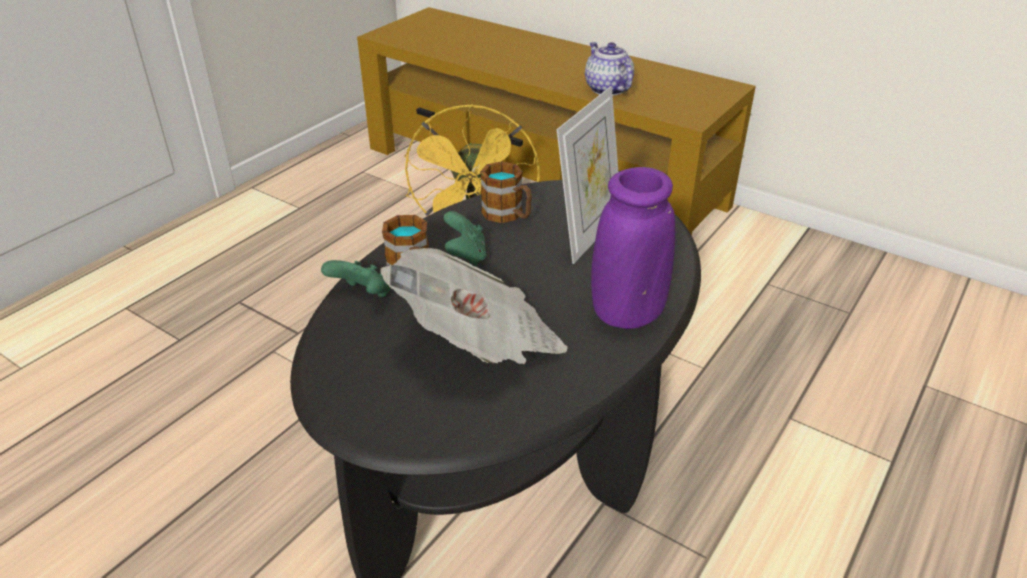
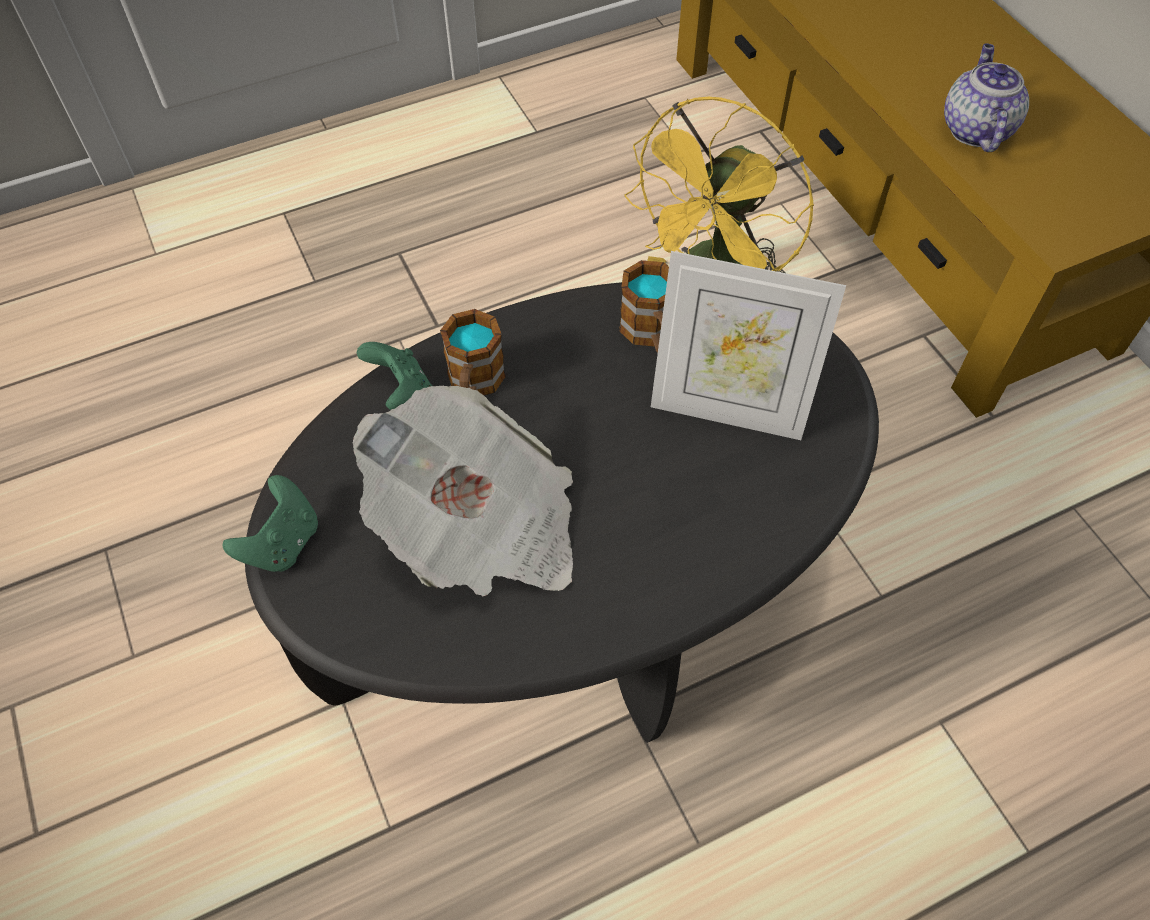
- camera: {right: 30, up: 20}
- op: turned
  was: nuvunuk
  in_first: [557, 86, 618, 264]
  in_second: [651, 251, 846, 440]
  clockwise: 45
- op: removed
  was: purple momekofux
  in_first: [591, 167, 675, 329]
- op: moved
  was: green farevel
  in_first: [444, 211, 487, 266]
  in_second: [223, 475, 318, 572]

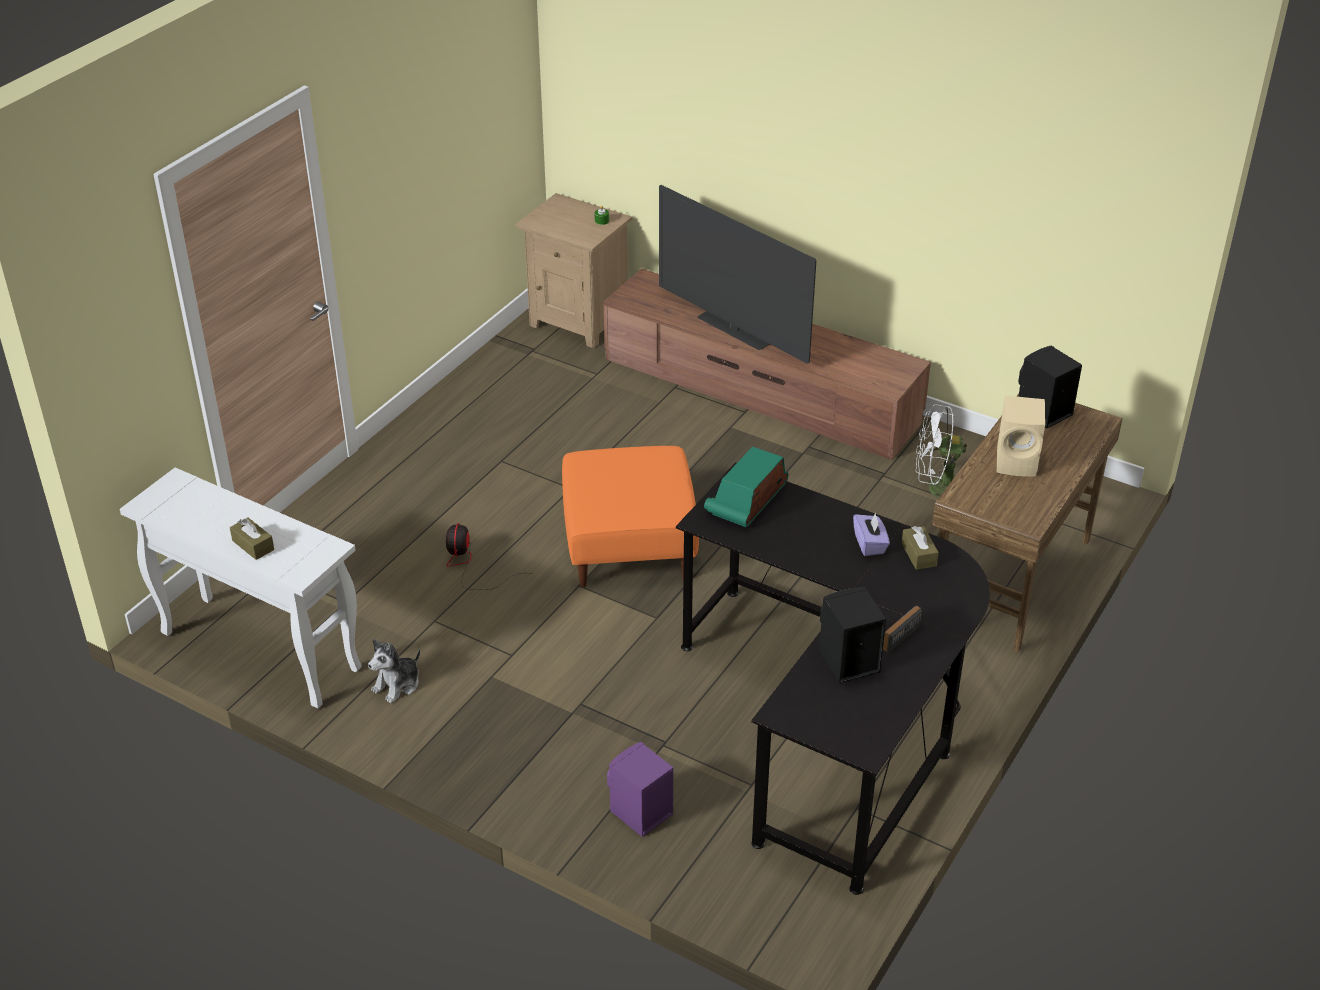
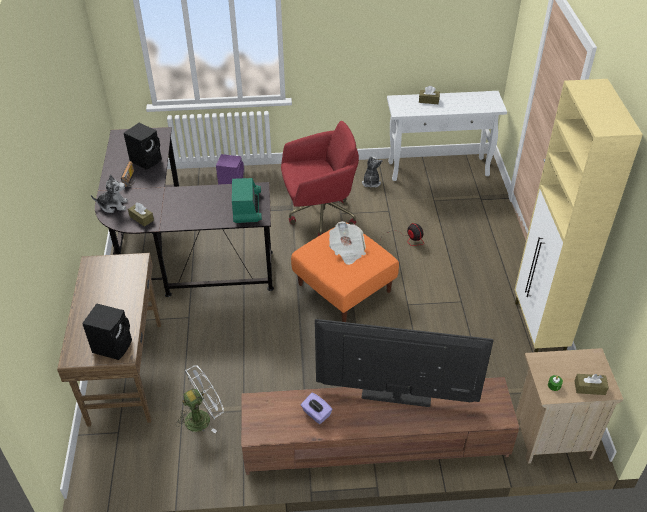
- camera: {right: 145, up: 5}
- op: removed
  was: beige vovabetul
  in_first: [997, 396, 1045, 477]
- op: moved
  was: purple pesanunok
  in_first: [853, 512, 890, 556]
  in_second: [301, 393, 332, 424]
- op: added
  now: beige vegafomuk
  in_second: [514, 79, 643, 352]
- op: added
  now: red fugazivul
  in_second: [281, 121, 359, 236]
- op: added
  now: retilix
  in_second: [91, 175, 128, 213]
- op: added
  now: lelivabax
  in_second: [329, 221, 366, 265]
- op: added
  now: brown pesanunok
  in_second: [574, 374, 609, 395]

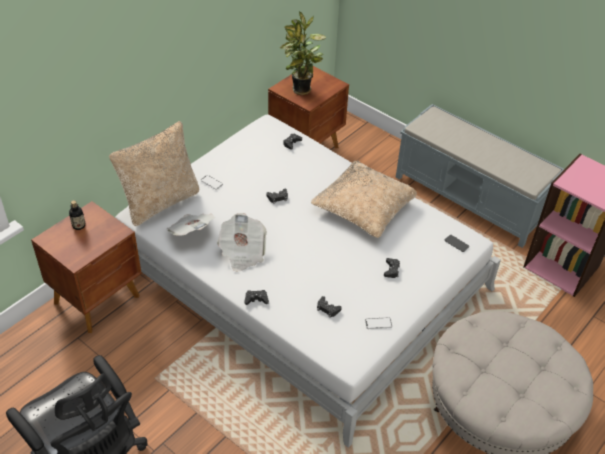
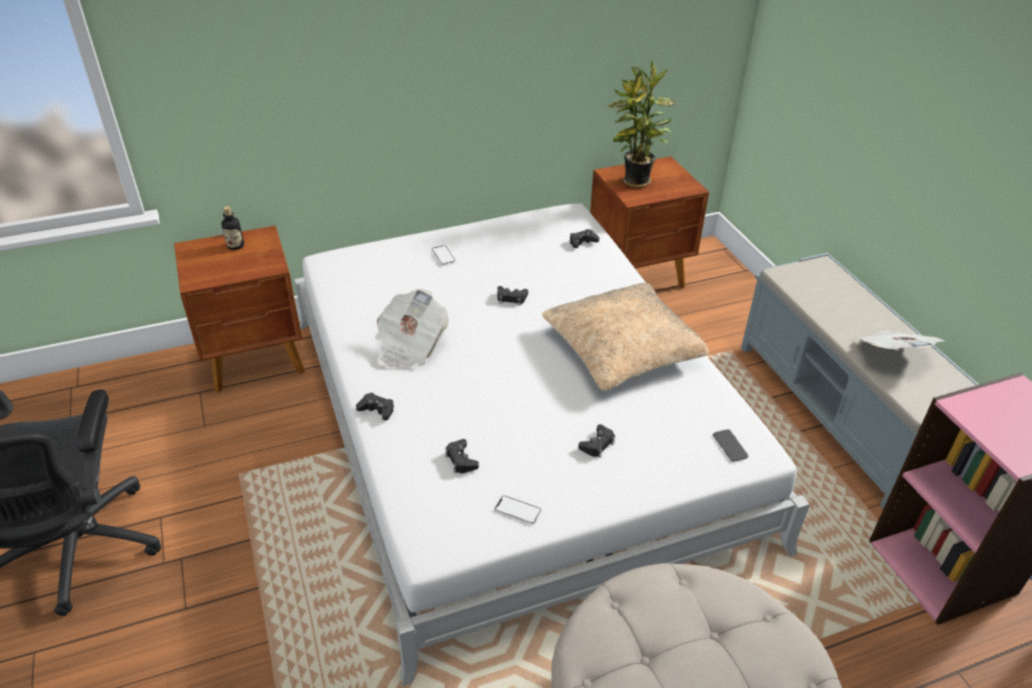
- camera: {right: 30, up: -5}
- op: removed
  was: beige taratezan
  in_first: [109, 121, 199, 226]
- op: moved
  was: lelivabax
  in_first: [167, 214, 215, 236]
  in_second: [858, 330, 945, 349]

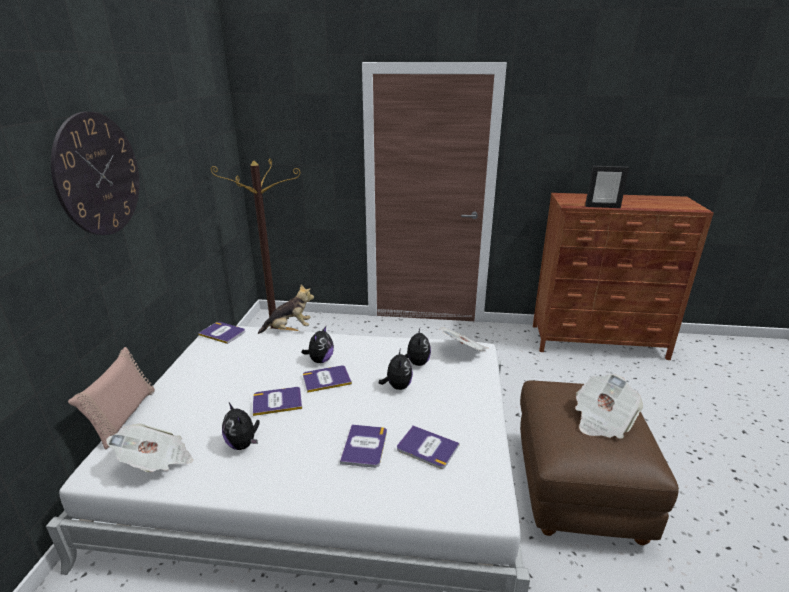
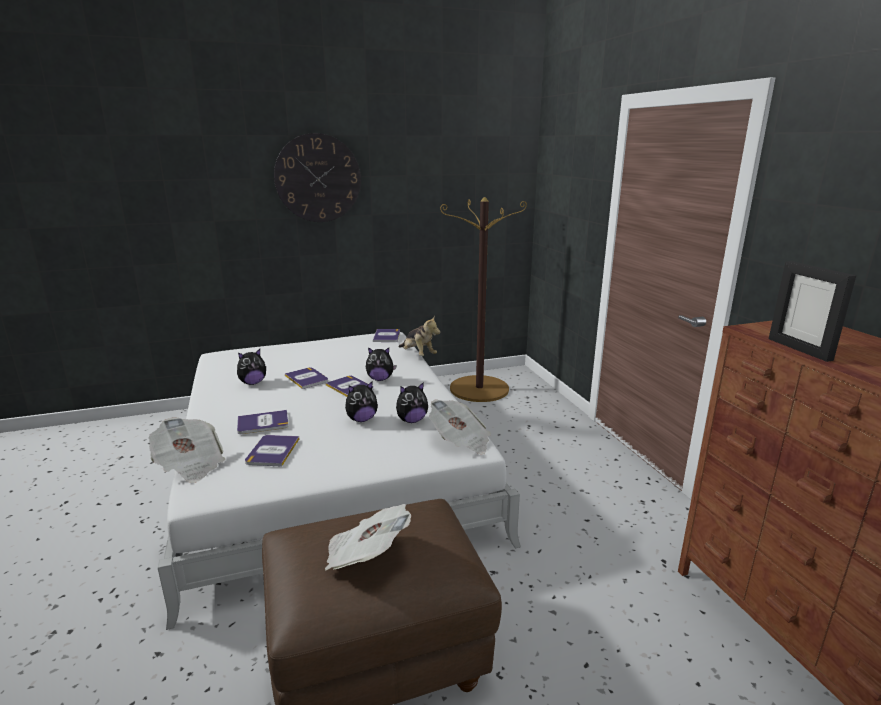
- camera: {right: 65, up: -5}
- op: removed
  was: beige taratezan
  in_first: [68, 347, 155, 449]
- op: turned
  was: retilix
  in_first: [222, 403, 260, 450]
  in_second: [237, 349, 266, 385]
  clockwise: -150
- op: moved
  was: lelivabax
  in_first: [106, 424, 194, 472]
  in_second: [148, 417, 226, 483]

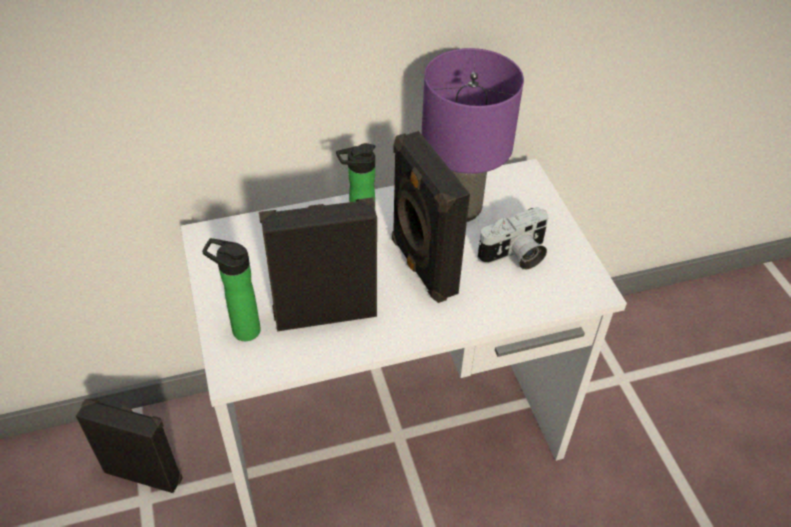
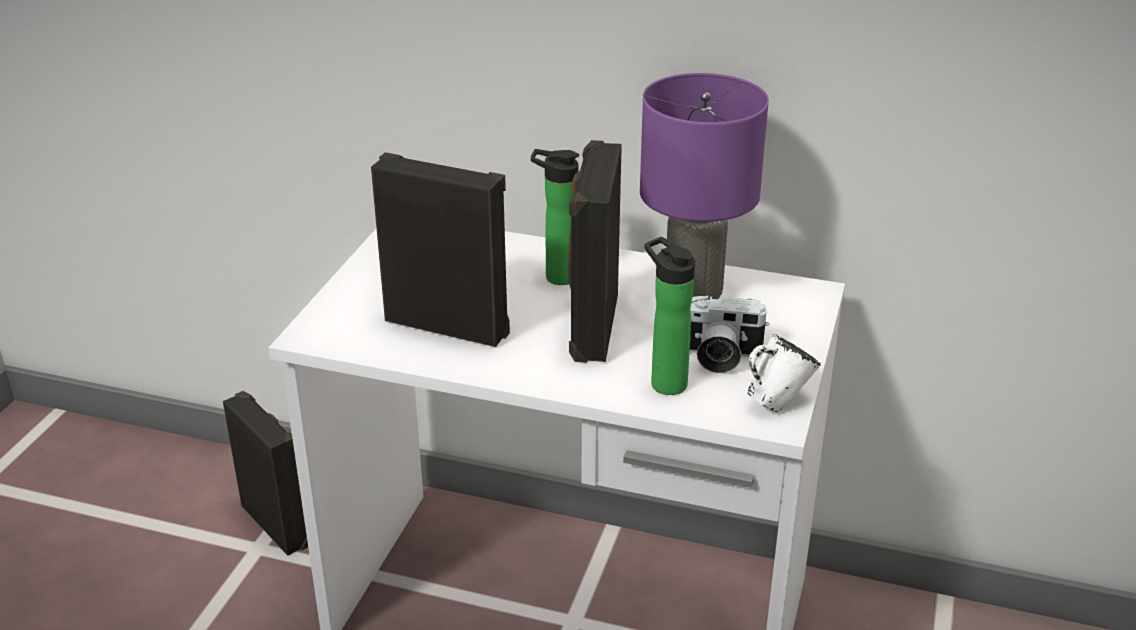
- camera: {right: 35, up: -15}
- op: moved
  was: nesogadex
  in_first: [202, 238, 261, 341]
  in_second: [644, 237, 695, 395]
- op: added
  now: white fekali
  in_second: [747, 334, 821, 413]

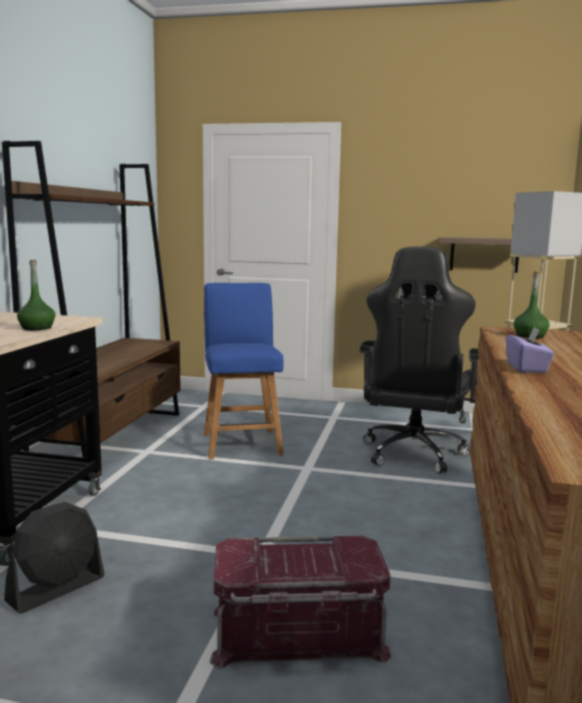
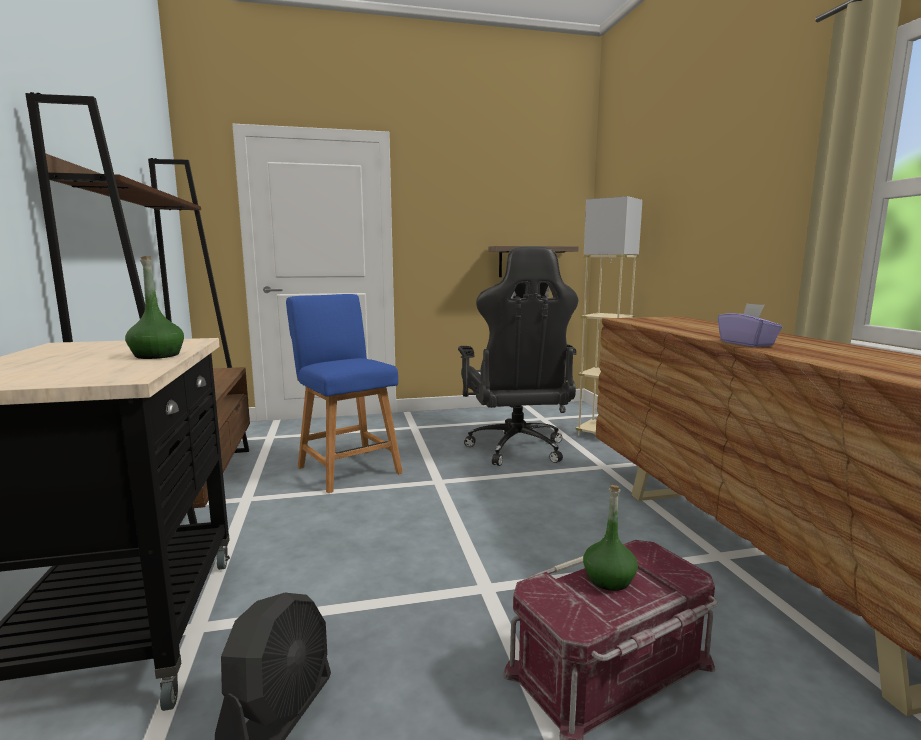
- camera: {right: -25, up: 0}
- op: moved
  was: green nesogadex
  in_first: [514, 272, 550, 338]
  in_second: [583, 485, 638, 591]

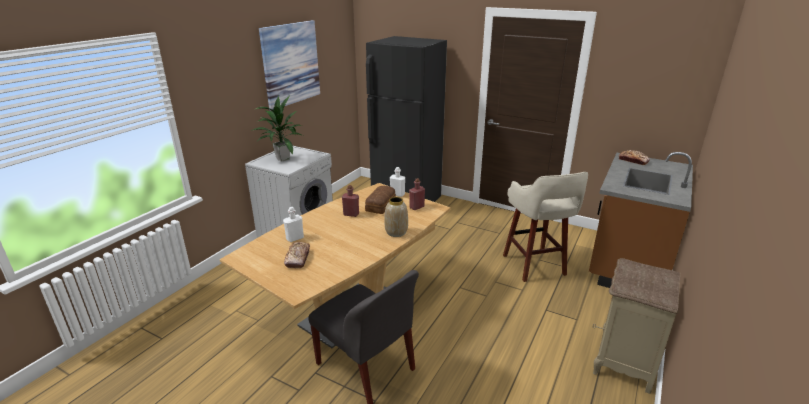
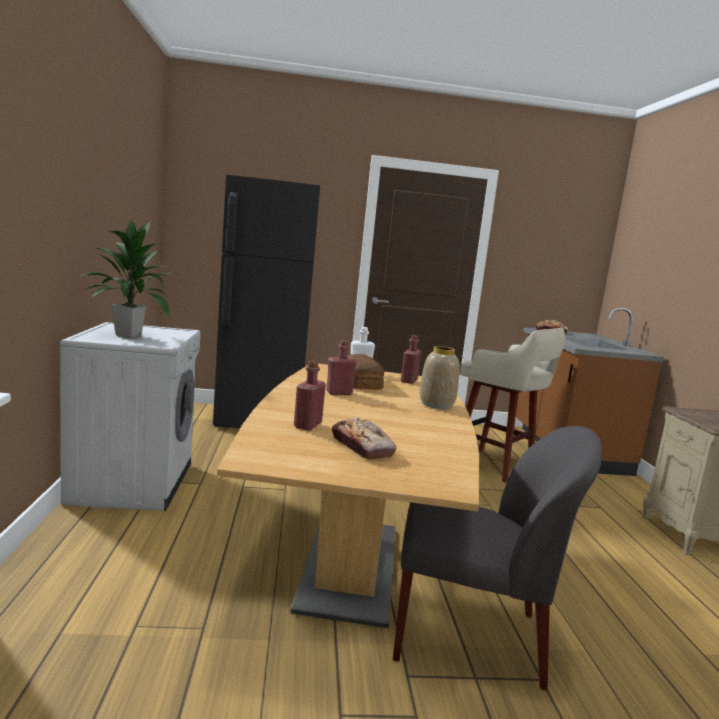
- camera: {right: -35, up: -15}
- op: removed
  was: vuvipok
  in_first: [259, 20, 320, 111]
- op: recoloured
  was: white nesogadex
  now: red nesogadex
  in_first: [283, 207, 304, 242]
  in_second: [294, 361, 326, 431]

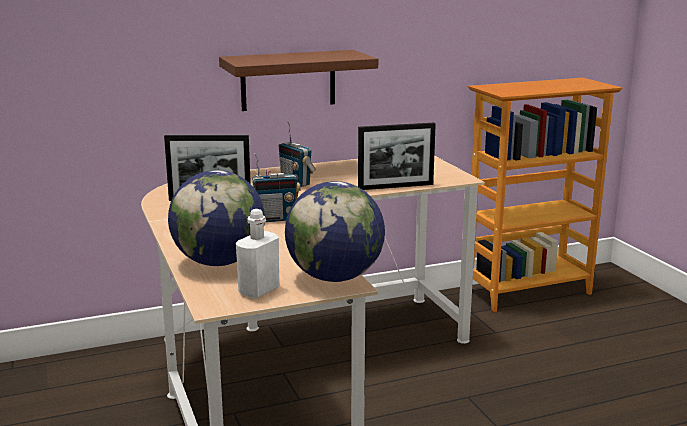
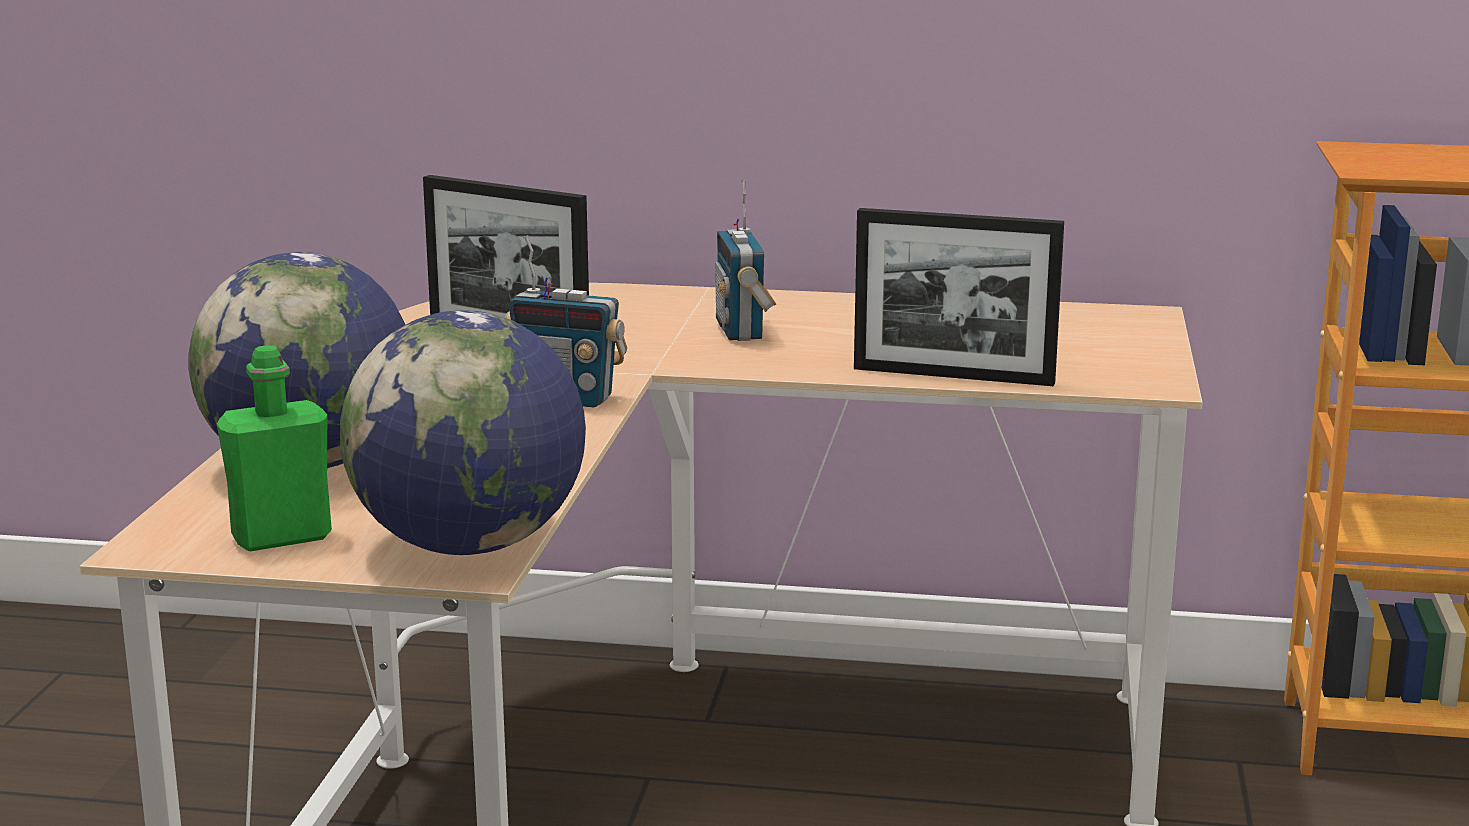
- camera: {right: 30, up: 0}
- op: removed
  was: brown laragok
  in_first: [219, 50, 378, 111]
- op: recoloured
  was: white nesogadex
  now: green nesogadex
  in_first: [236, 209, 280, 299]
  in_second: [217, 345, 332, 551]

